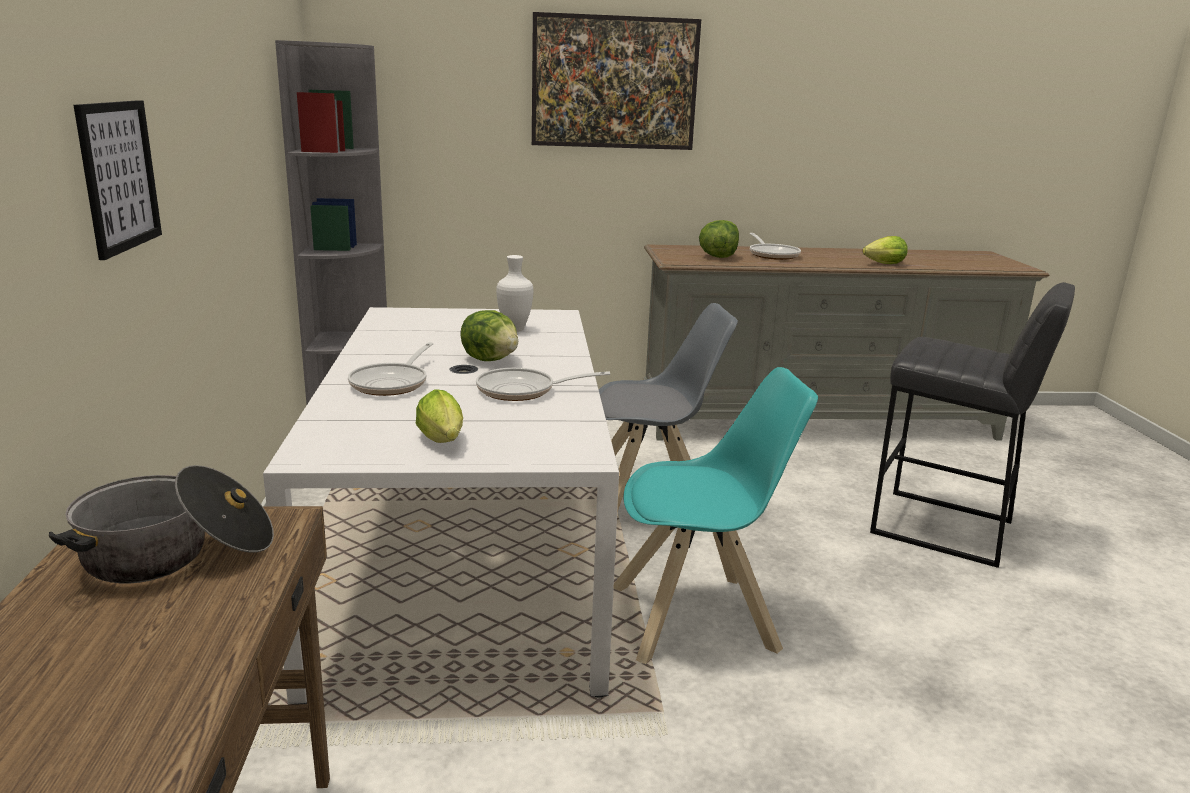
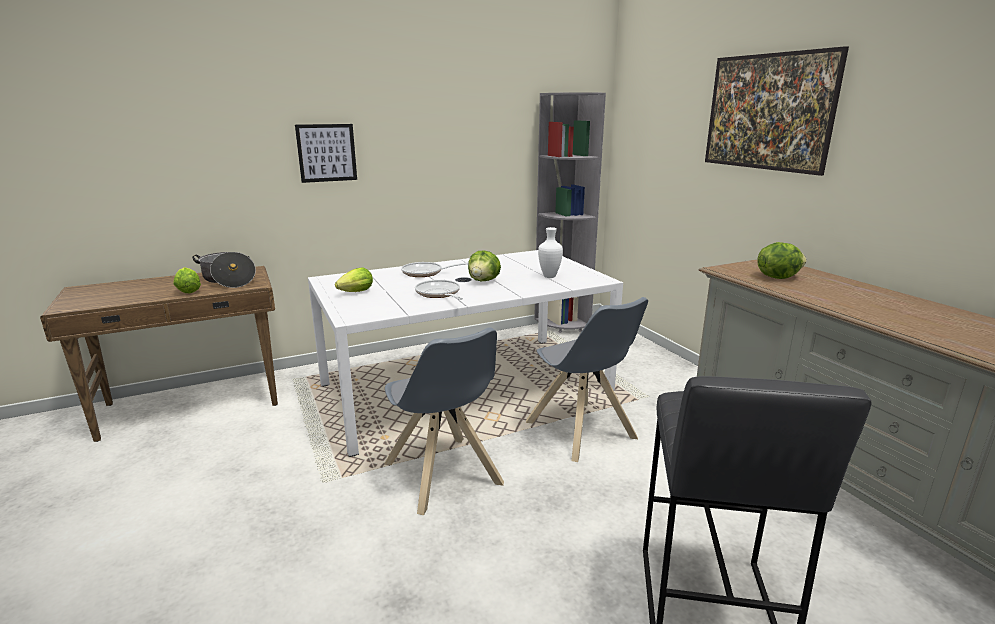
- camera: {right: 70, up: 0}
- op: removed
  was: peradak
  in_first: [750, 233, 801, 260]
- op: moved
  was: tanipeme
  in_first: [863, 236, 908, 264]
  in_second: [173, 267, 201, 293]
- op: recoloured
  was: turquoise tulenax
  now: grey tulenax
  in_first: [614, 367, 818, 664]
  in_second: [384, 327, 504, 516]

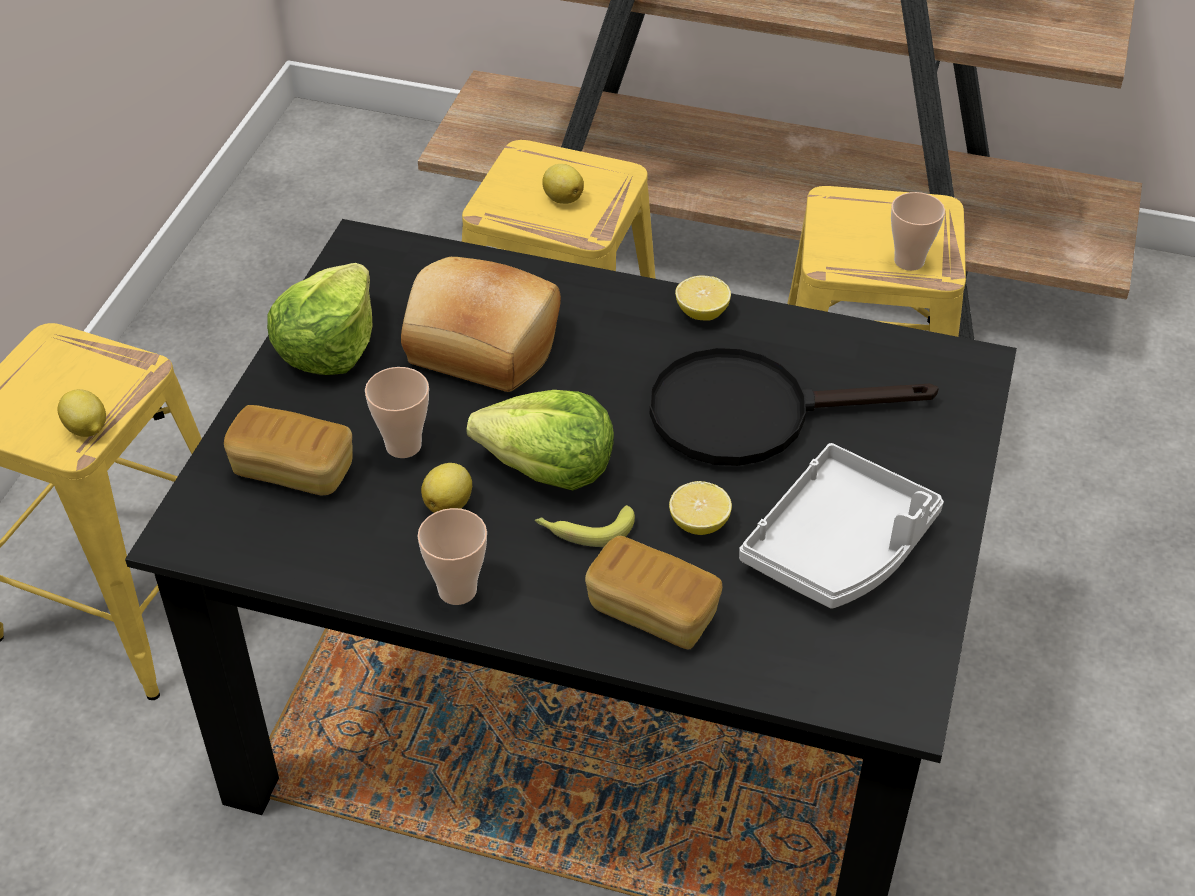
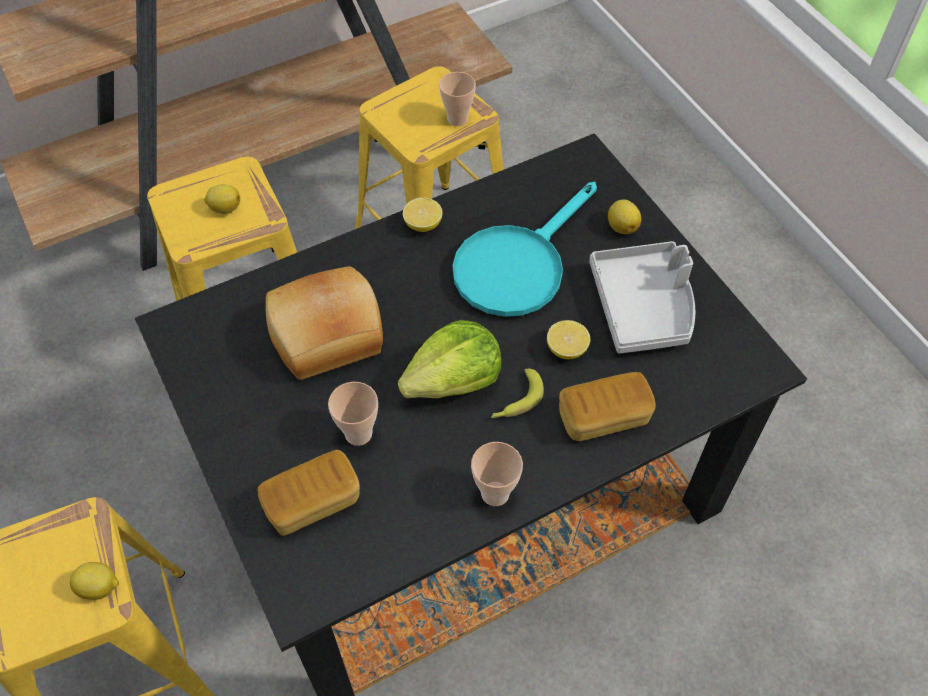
- camera: {right: -45, up: 10}
- op: removed
  was: tanipeme
  in_first: [267, 263, 372, 375]
- op: recoloured
  was: black peradak
  now: turquoise peradak
  in_first: [650, 347, 939, 466]
  in_second: [453, 182, 597, 317]
- op: moved
  was: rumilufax
  in_first: [421, 463, 472, 513]
  in_second: [608, 199, 641, 234]

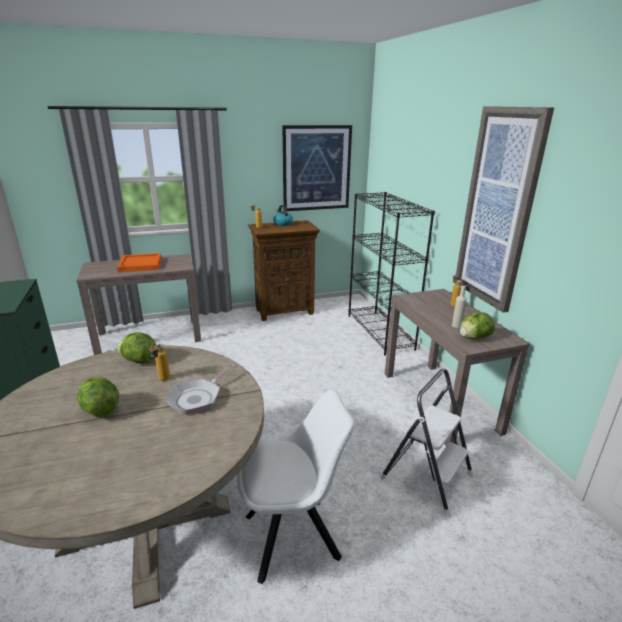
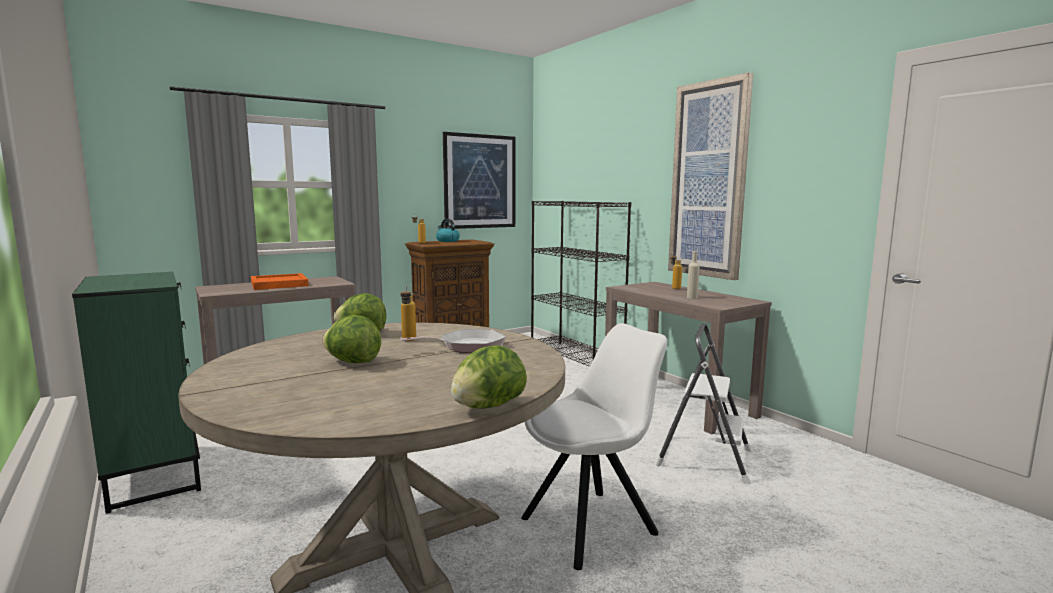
- camera: {right: -15, up: -15}
- op: moved
  was: tanipeme
  in_first: [460, 312, 495, 340]
  in_second: [451, 345, 527, 409]
- op: turned
  was: peradak
  in_first: [166, 363, 237, 415]
  in_second: [400, 329, 506, 353]
  clockwise: -135

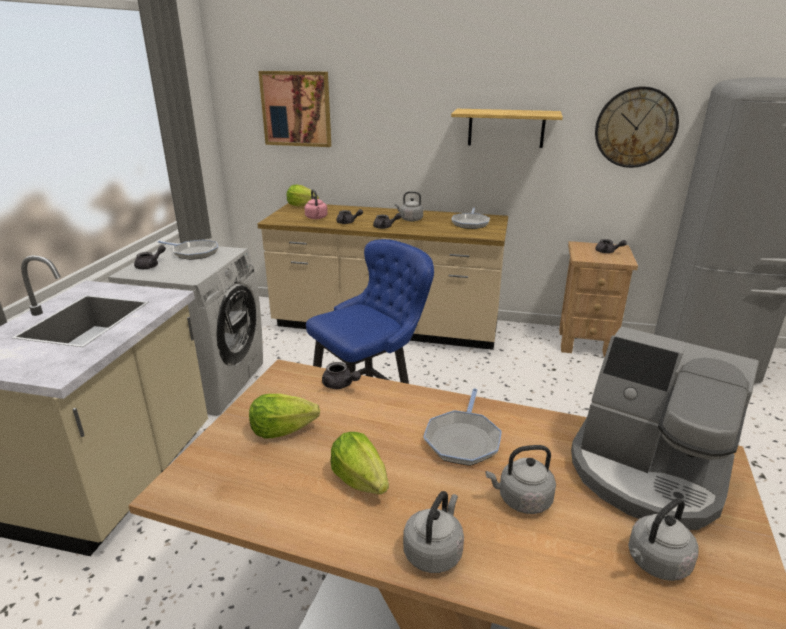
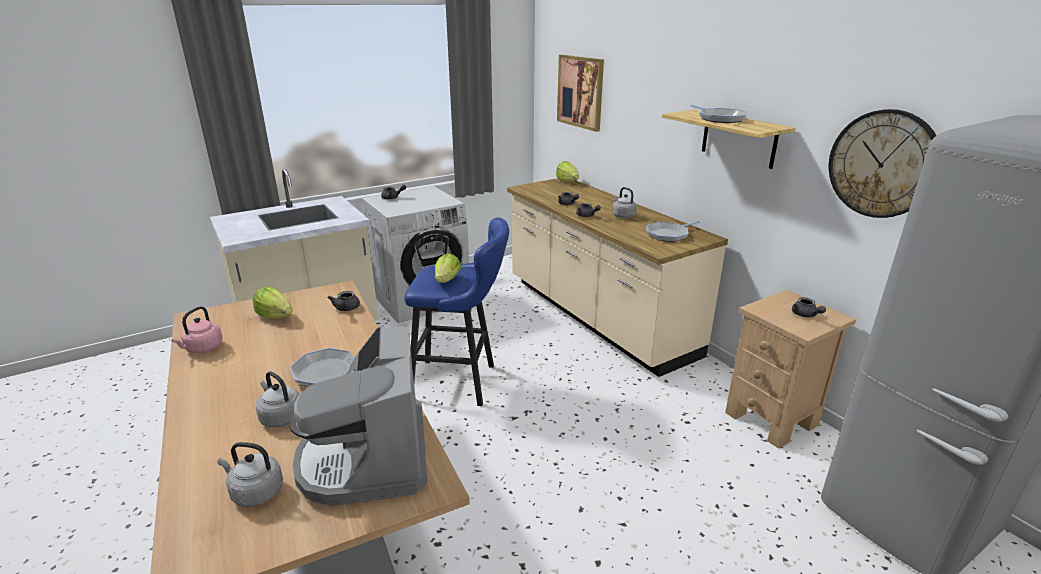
- camera: {right: 45, up: 0}
- op: moved
  was: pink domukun
  in_first: [304, 189, 328, 219]
  in_second: [171, 306, 223, 354]
- op: moved
  was: peradak
  in_first: [158, 240, 218, 260]
  in_second: [690, 105, 748, 123]
- op: moved
  was: tanipeme
  in_first: [331, 432, 389, 494]
  in_second: [435, 253, 461, 283]
- op: removed
  was: grey domukun
  in_first: [403, 491, 464, 573]

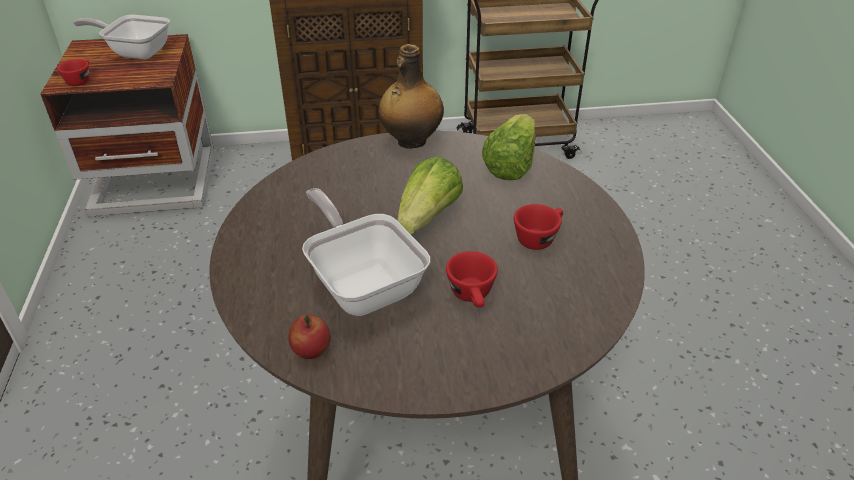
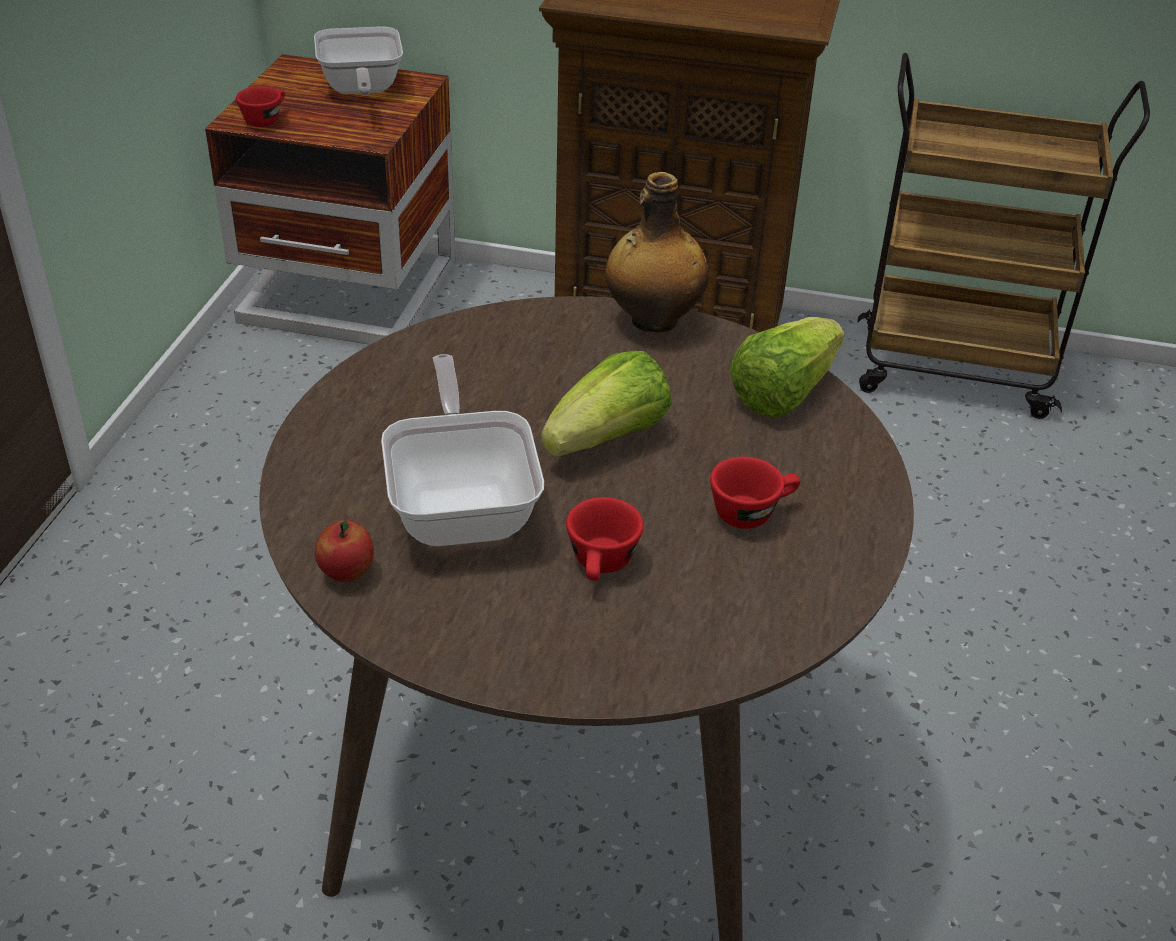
- camera: {right: 20, up: 0}
- op: turned
  was: peradak
  in_first: [73, 15, 170, 59]
  in_second: [314, 26, 403, 96]
  clockwise: -135

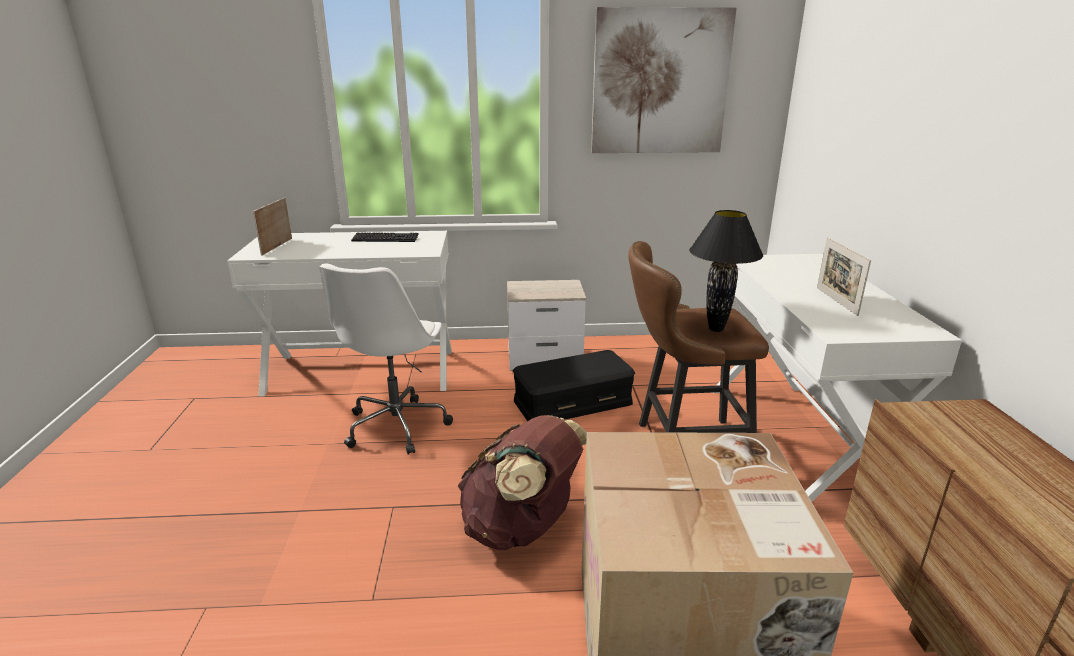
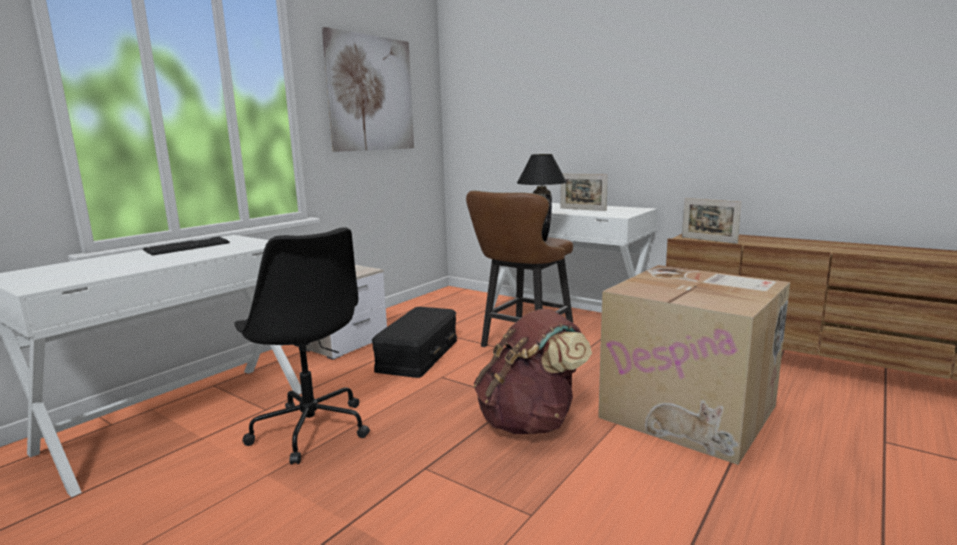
- camera: {right: -50, up: -10}
- op: moved
  was: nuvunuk
  in_first: [253, 197, 292, 256]
  in_second: [682, 198, 742, 244]
- op: recoloured
  was: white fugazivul
  now: black fugazivul
  in_first: [319, 263, 453, 455]
  in_second: [234, 227, 370, 465]

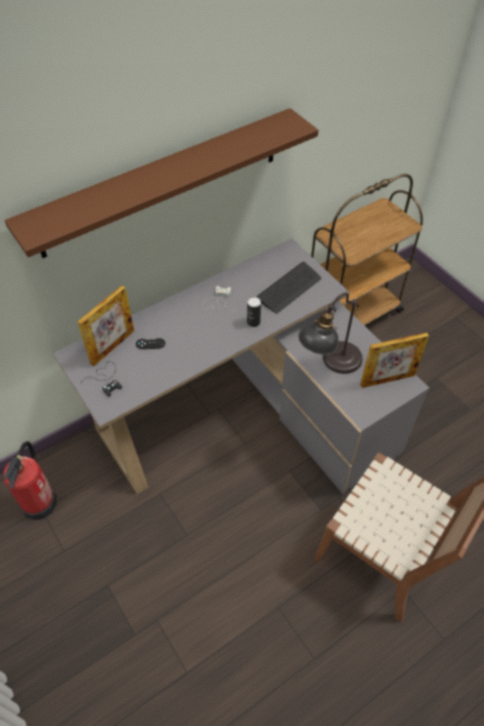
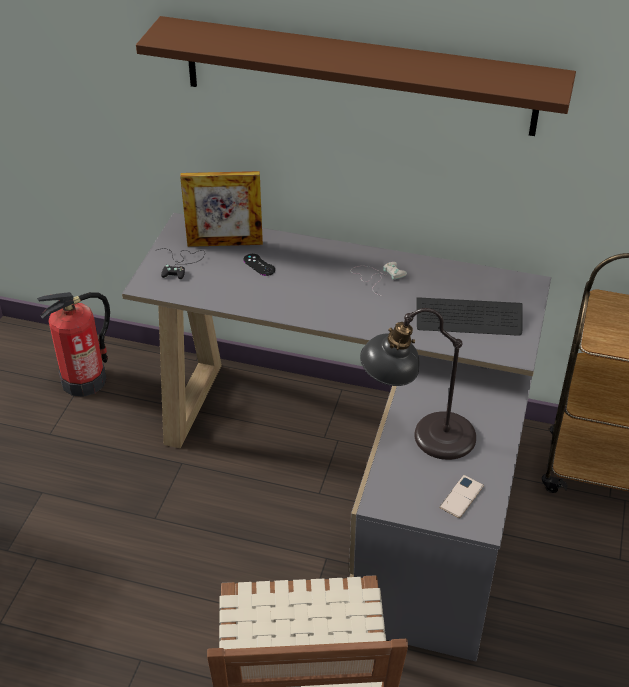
- camera: {right: 50, up: -10}
- op: removed
  was: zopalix
  in_first: [247, 297, 261, 327]
- op: replaced
  was: nuvunuk
  now: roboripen
  in_first: [360, 333, 429, 388]
  in_second: [439, 475, 484, 518]

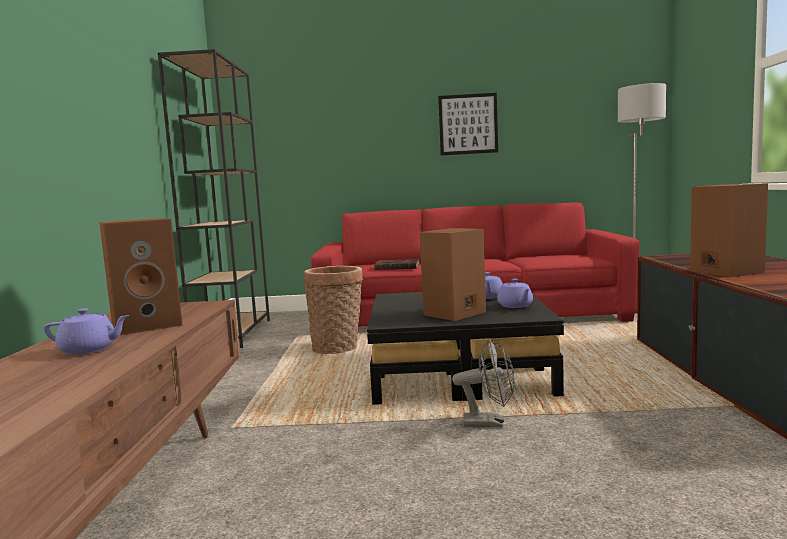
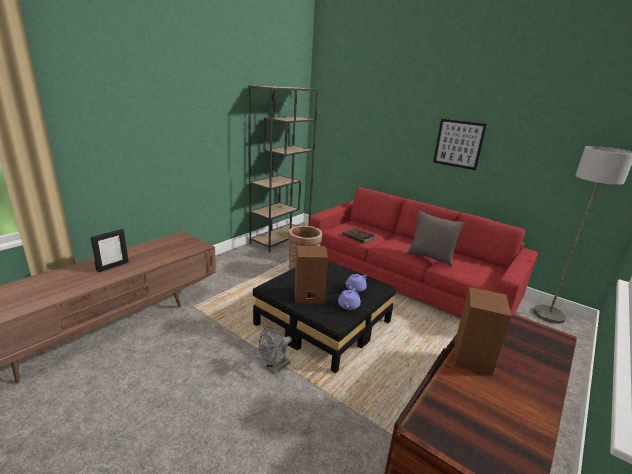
- camera: {right: 35, up: 15}
- op: removed
  was: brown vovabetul
  in_first: [99, 218, 183, 335]
- op: replaced
  was: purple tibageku
  now: nuvunuk
  in_first: [44, 308, 130, 355]
  in_second: [91, 229, 129, 272]
- op: turned
  was: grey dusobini
  in_first: [452, 339, 515, 427]
  in_second: [259, 327, 292, 374]
  clockwise: 90
- op: added
  now: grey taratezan
  in_second: [407, 211, 465, 267]

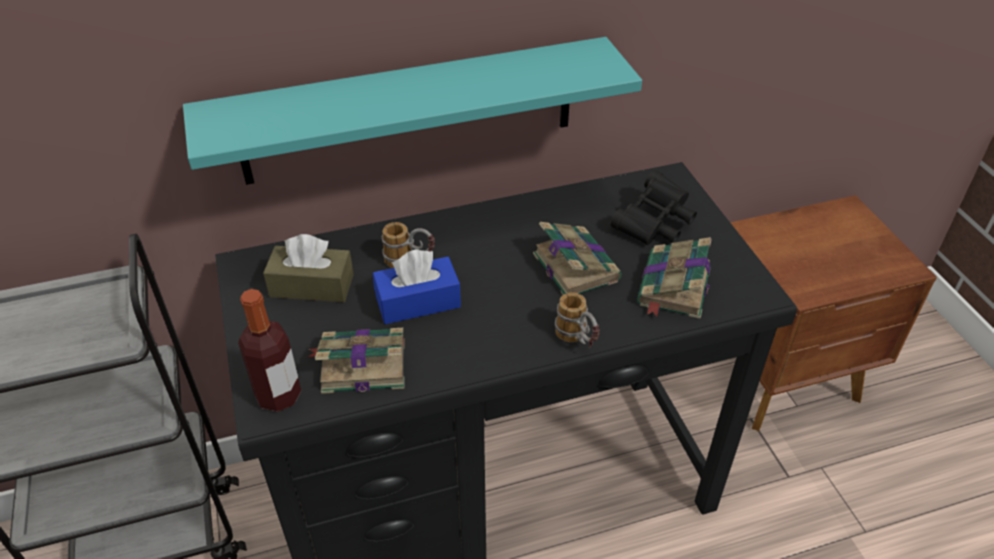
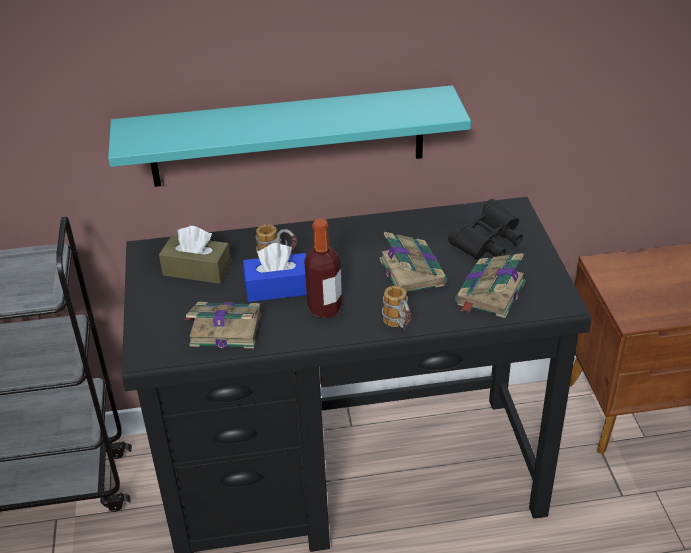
- camera: {right: 10, up: -5}
- op: moved
  was: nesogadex
  in_first: [238, 289, 301, 412]
  in_second: [304, 218, 342, 319]

